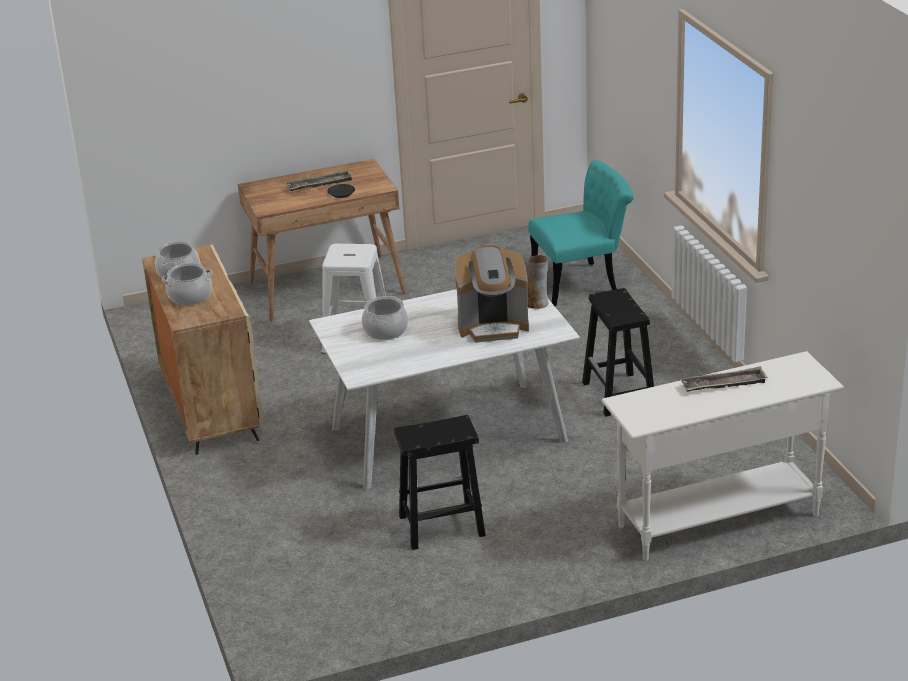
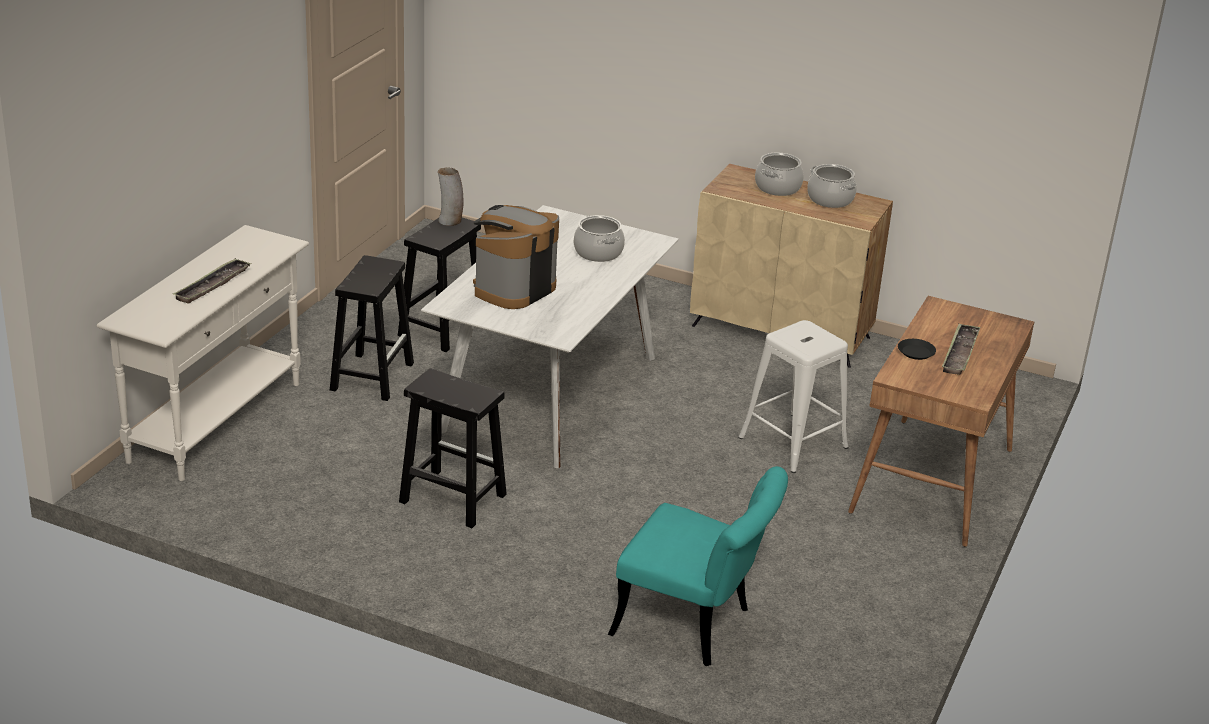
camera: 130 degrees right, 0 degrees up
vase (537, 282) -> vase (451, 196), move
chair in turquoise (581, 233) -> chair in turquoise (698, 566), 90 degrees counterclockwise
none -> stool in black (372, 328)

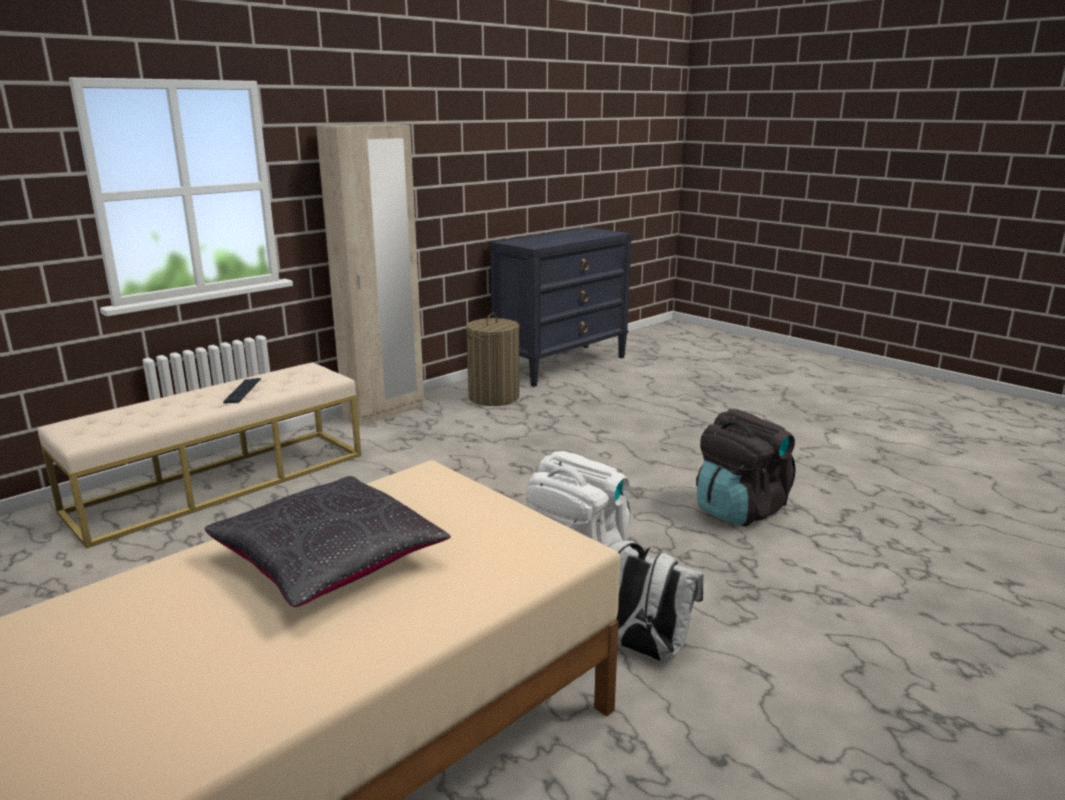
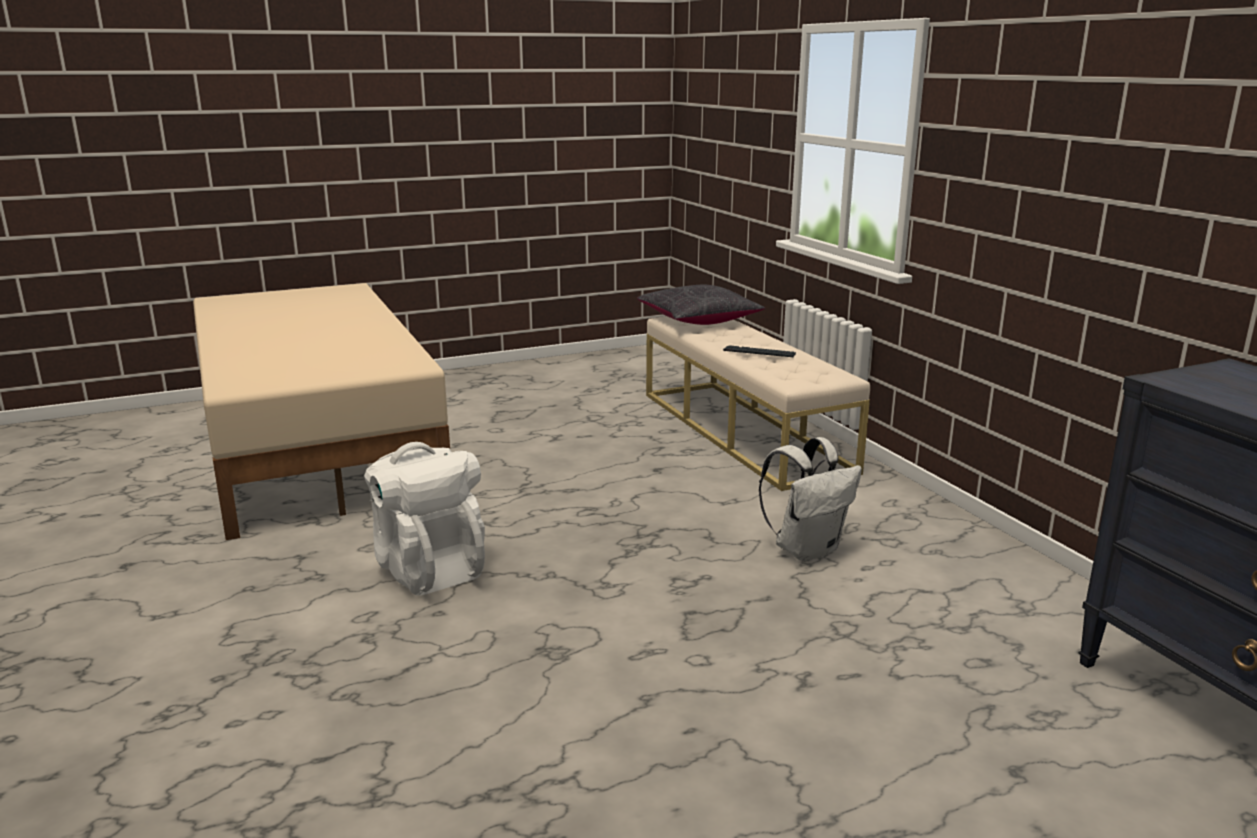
camera: 110 degrees right, 0 degrees up
pillow in black (328, 541) -> pillow in black (701, 305), move
wardrobe in beige (370, 275) -> none
laundry basket (492, 359) -> none
backpack in white (656, 601) -> backpack in white (810, 499), move
backpack in black (746, 467) -> none

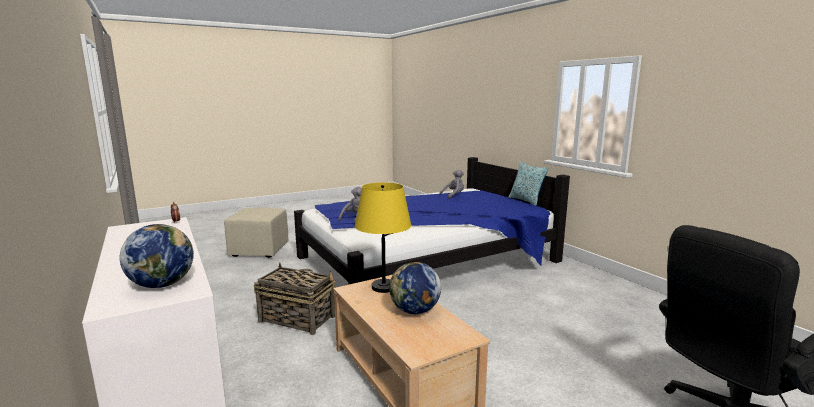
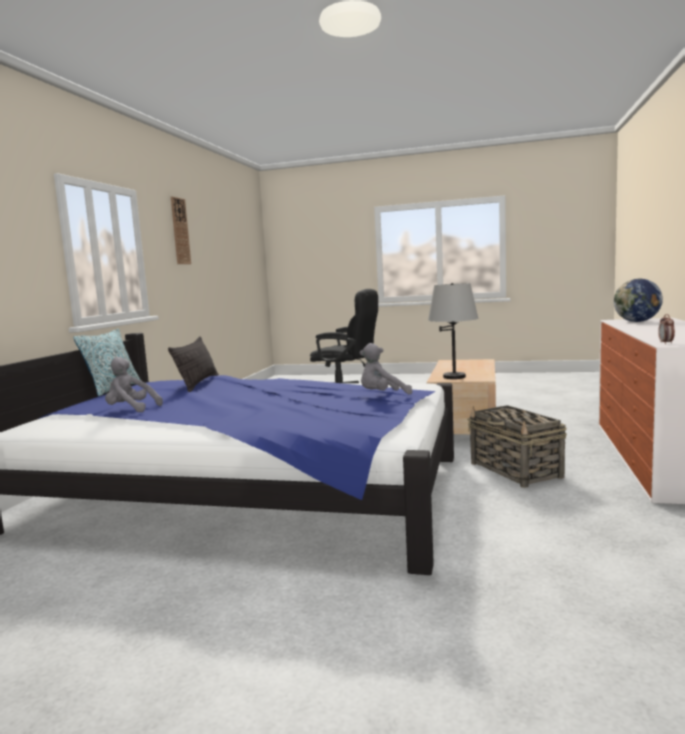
camera: 135 degrees left, 5 degrees down
ottoman in beige (256, 233) -> none
table lamp in yellow (383, 237) -> table lamp in grey (453, 331)
globe (415, 288) -> none
none -> pillow (193, 364)
none -> wall clock (181, 230)

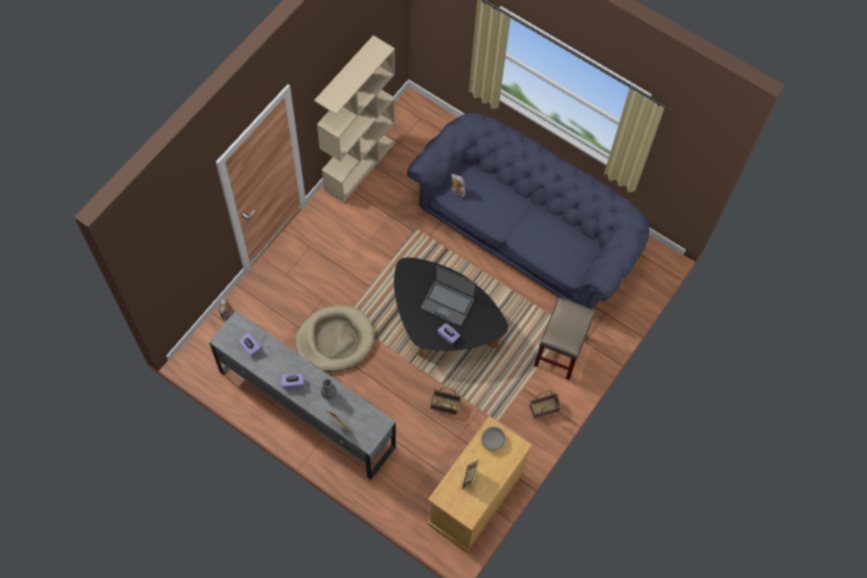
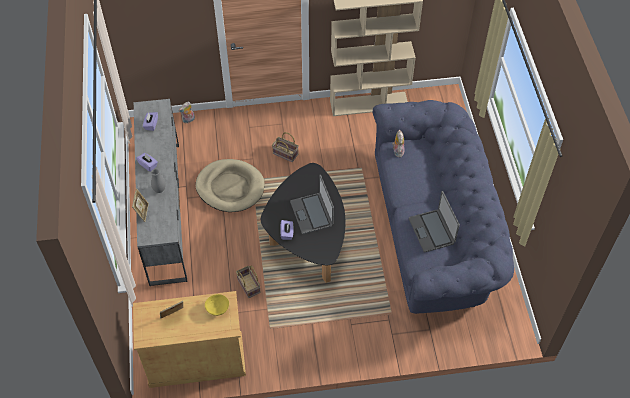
camera: 50 degrees right, 10 degrees down
bowl in grey (493, 439) -> bowl in yellow (217, 305)
basket (545, 404) -> basket (285, 147), move
stool in beige (564, 338) -> none
none -> laptop (434, 221)

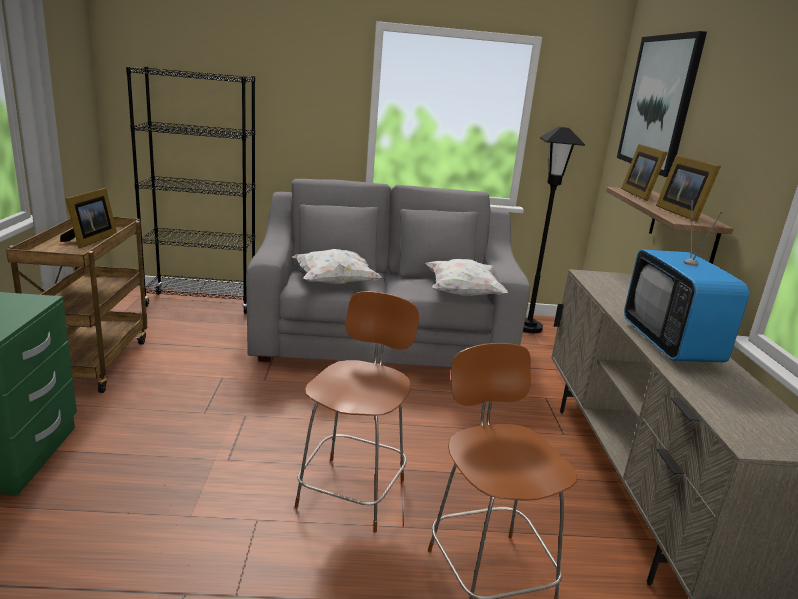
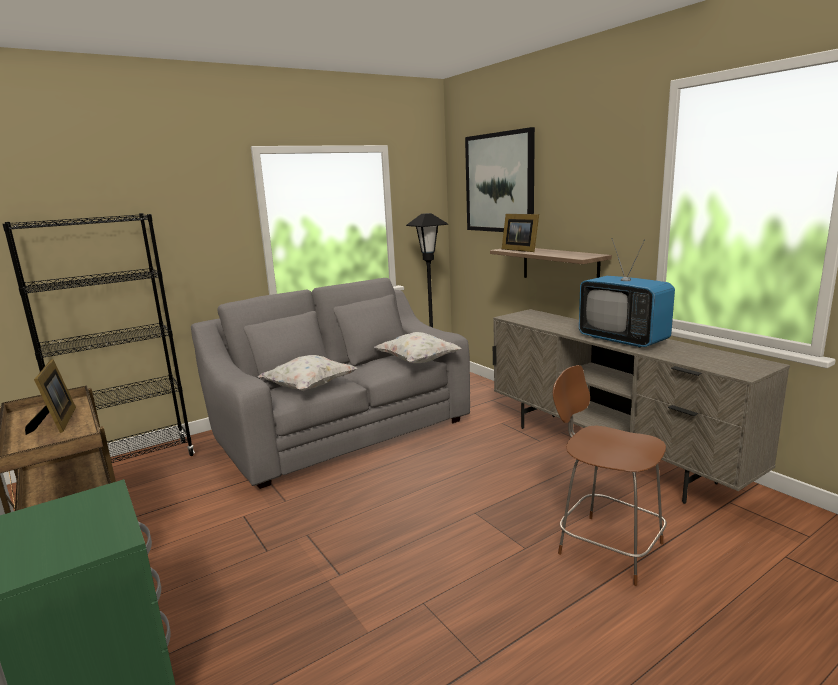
camera: 30 degrees left, 5 degrees down
stool in brown (357, 412) -> none
picture frame (688, 188) -> none

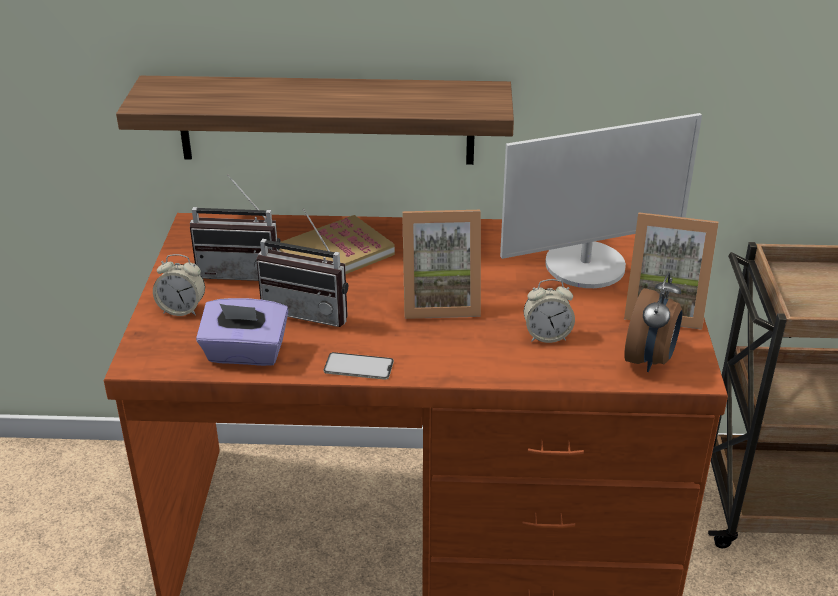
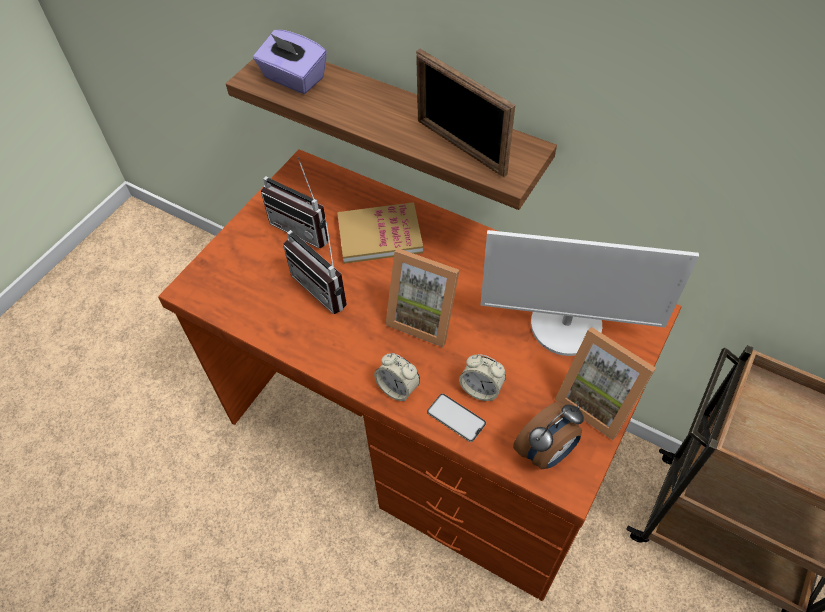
camera: 30 degrees right, 20 degrees up
alarm clock (179, 285) -> alarm clock (397, 377), move
tissue box in purple (242, 332) -> tissue box in purple (290, 62), move
phone (359, 366) -> phone (456, 418), move
none -> picture frame (465, 113)

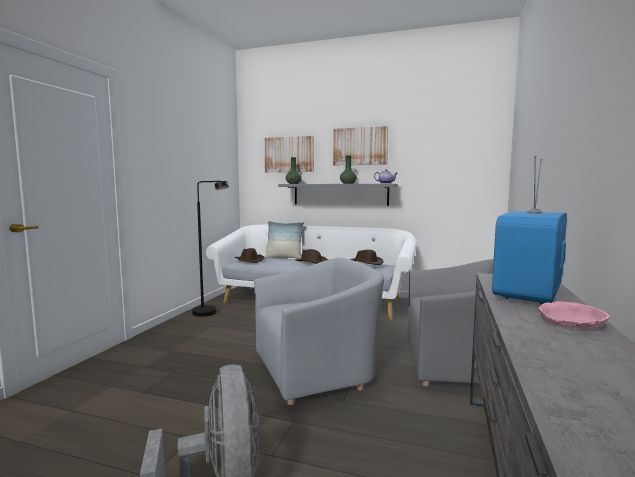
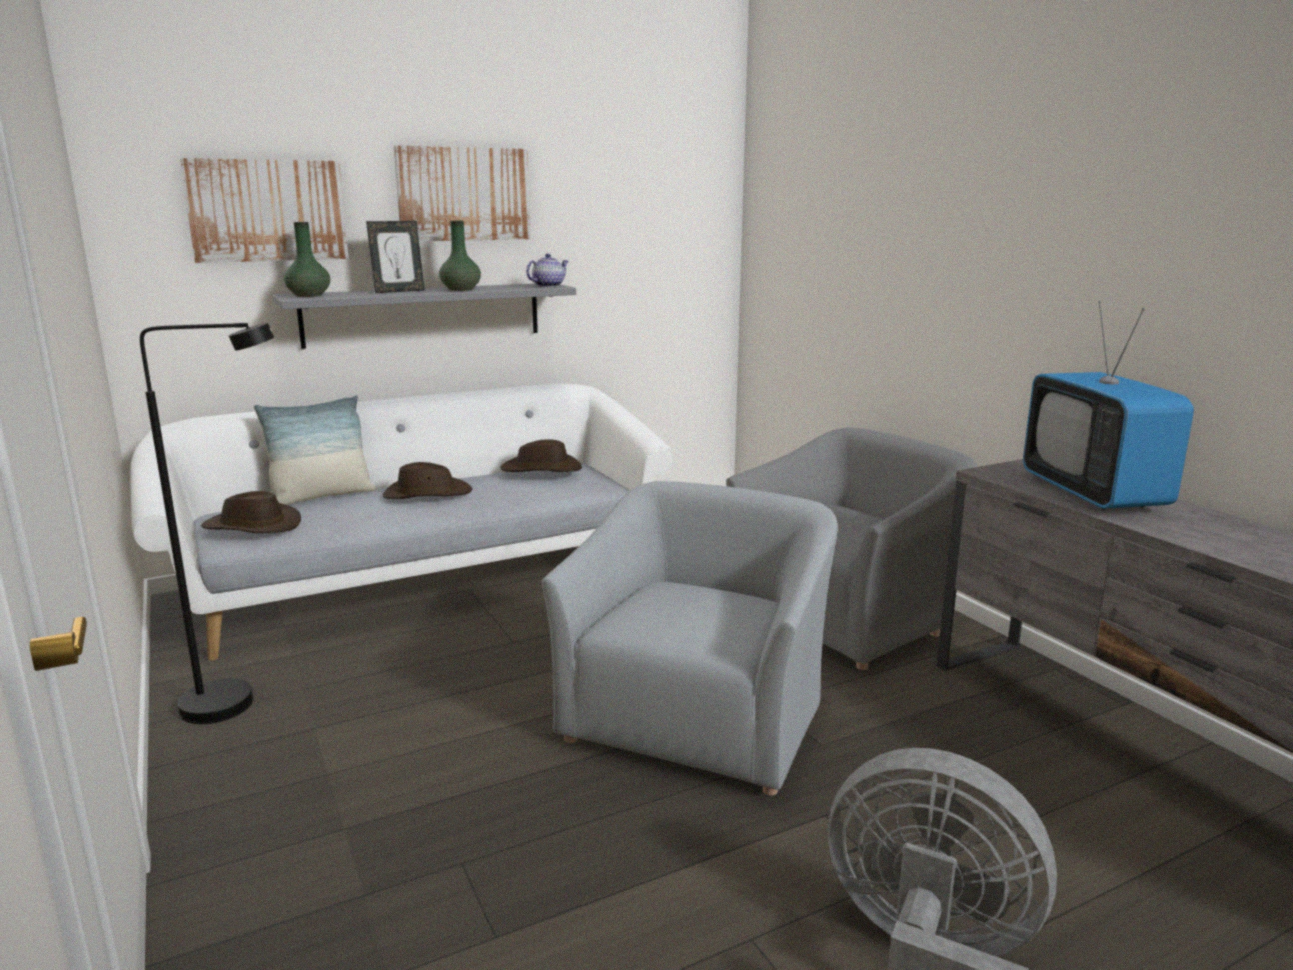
camera: 45 degrees left, 10 degrees up
bowl in pink (574, 315) -> none
none -> picture frame (395, 257)

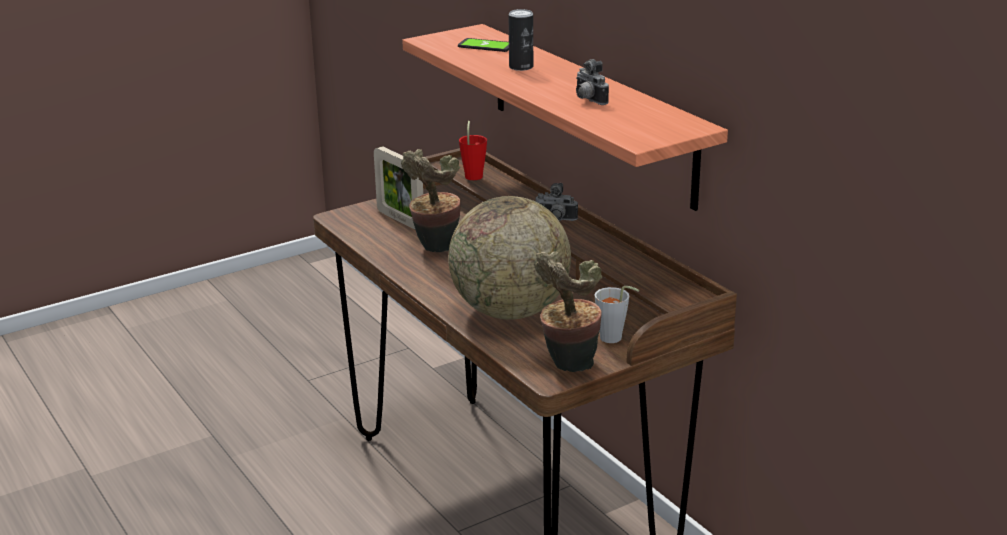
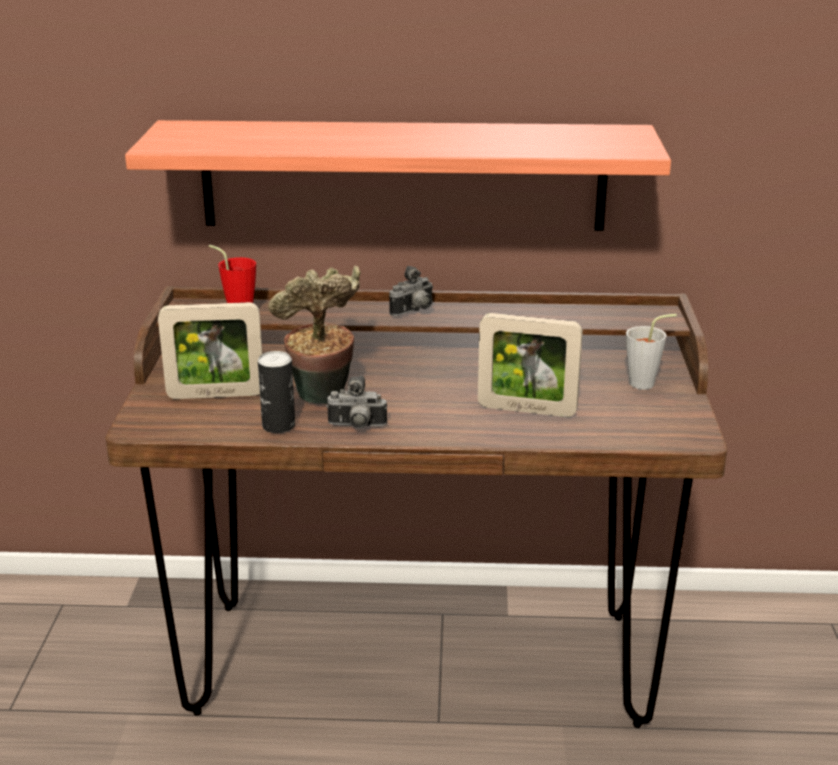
camera: 55 degrees left, 0 degrees up
globe (509, 258) -> picture frame (530, 365)
phone (483, 45) -> none
can (521, 40) -> can (276, 392), move
potted plant (568, 311) -> none
photo camera (592, 82) -> photo camera (356, 402), move

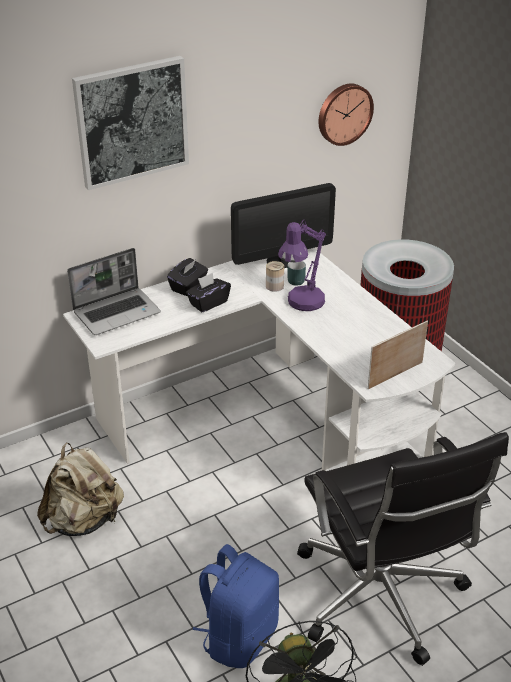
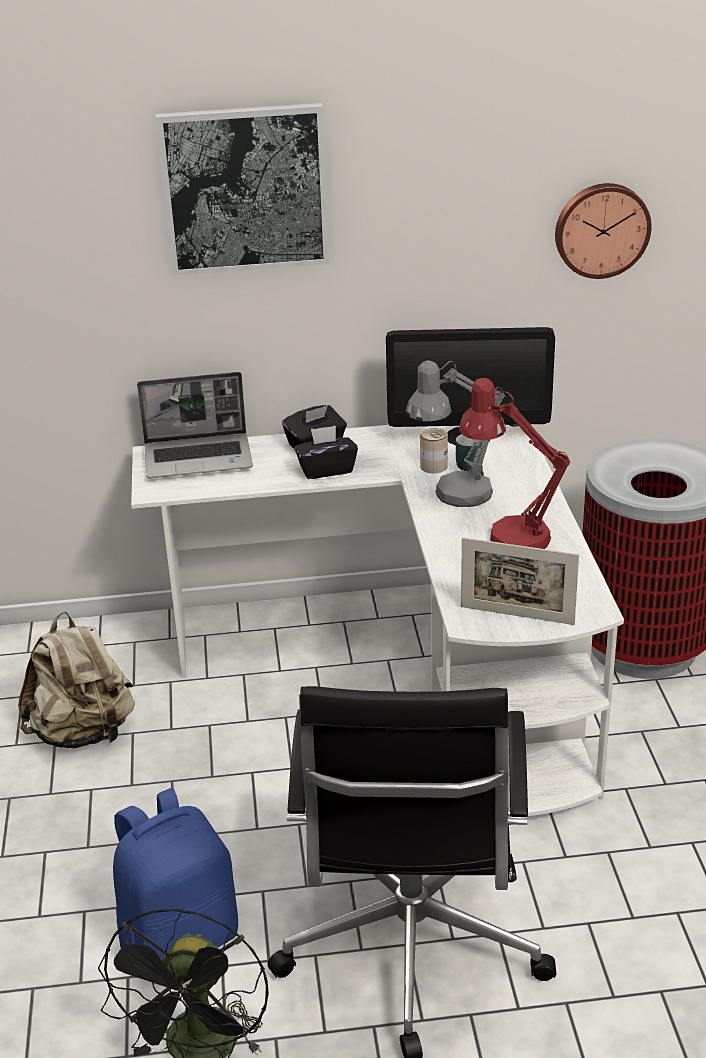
camera: 25 degrees right, 5 degrees down
table lamp in purple (302, 265) -> table lamp in grey (455, 433)
picture frame (398, 354) -> picture frame (520, 581), 150 degrees counterclockwise
none -> table lamp in red (514, 463)

